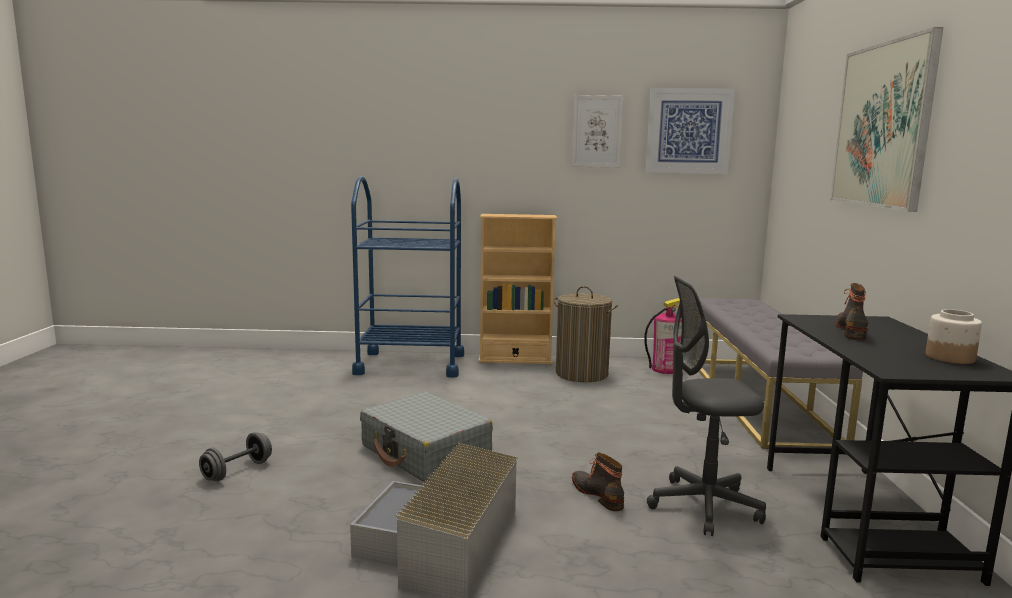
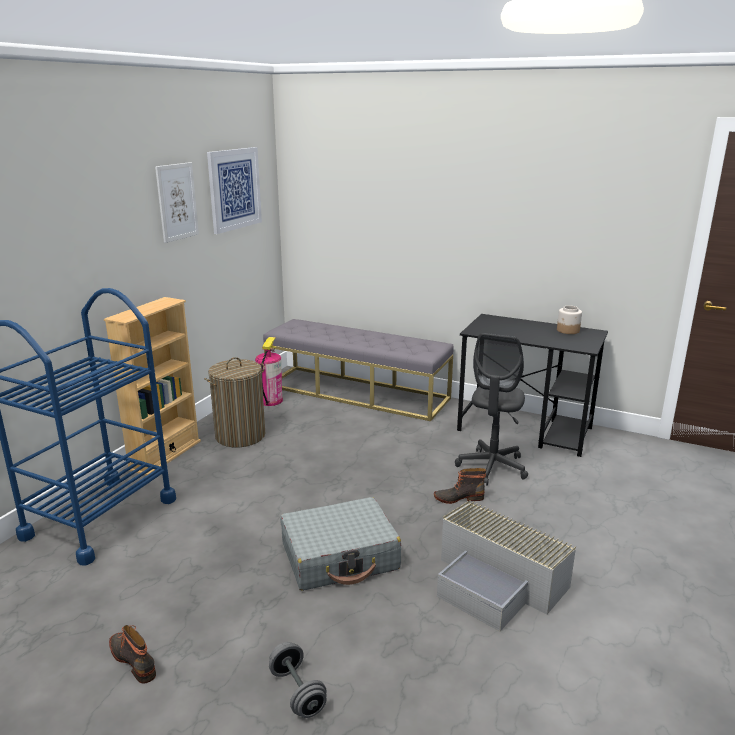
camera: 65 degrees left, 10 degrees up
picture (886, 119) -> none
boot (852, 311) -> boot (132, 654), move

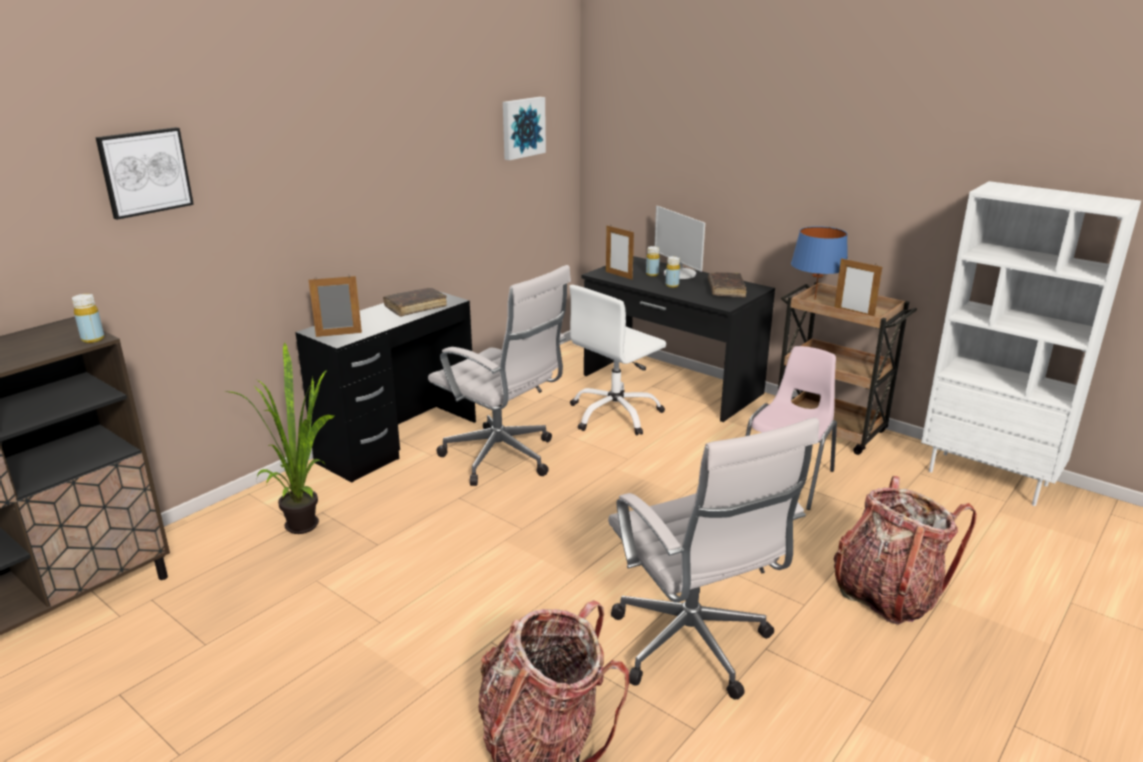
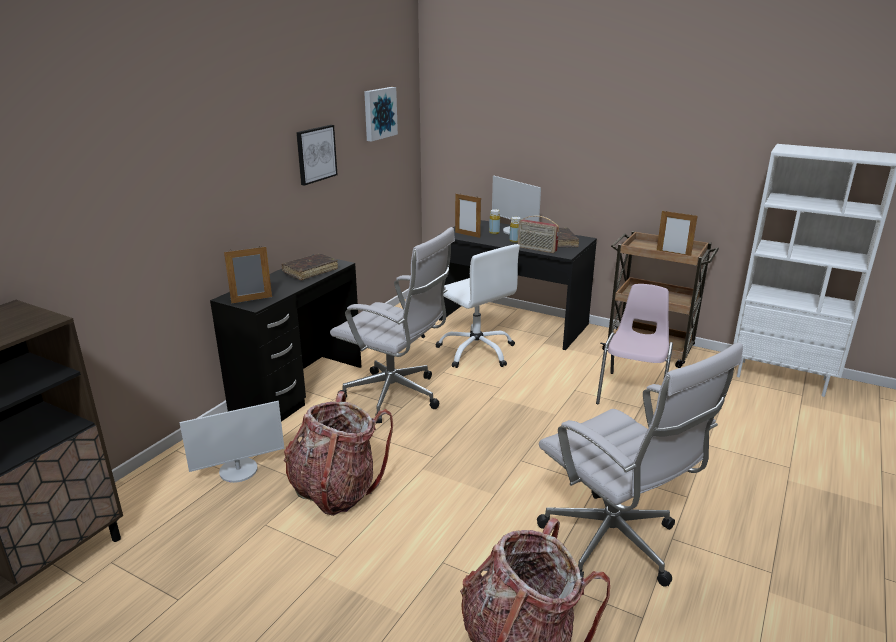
camera: 10 degrees left, 0 degrees up
bottle in yellow (88, 318) -> none
picture (144, 173) -> picture (316, 155), move
potted plant (279, 438) -> monitor (232, 442)
office chair in white (617, 360) -> office chair in white (478, 306), 75 degrees counterclockwise
table lamp in blue (819, 262) -> none
backpack (905, 550) -> backpack (338, 453), move
none -> radio (538, 234)

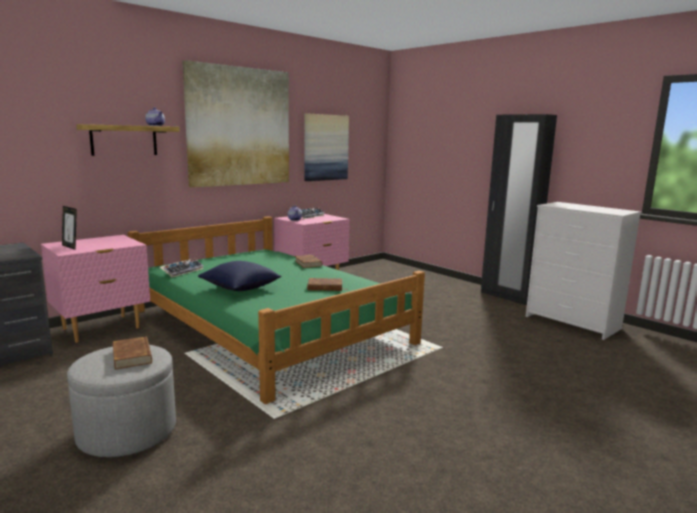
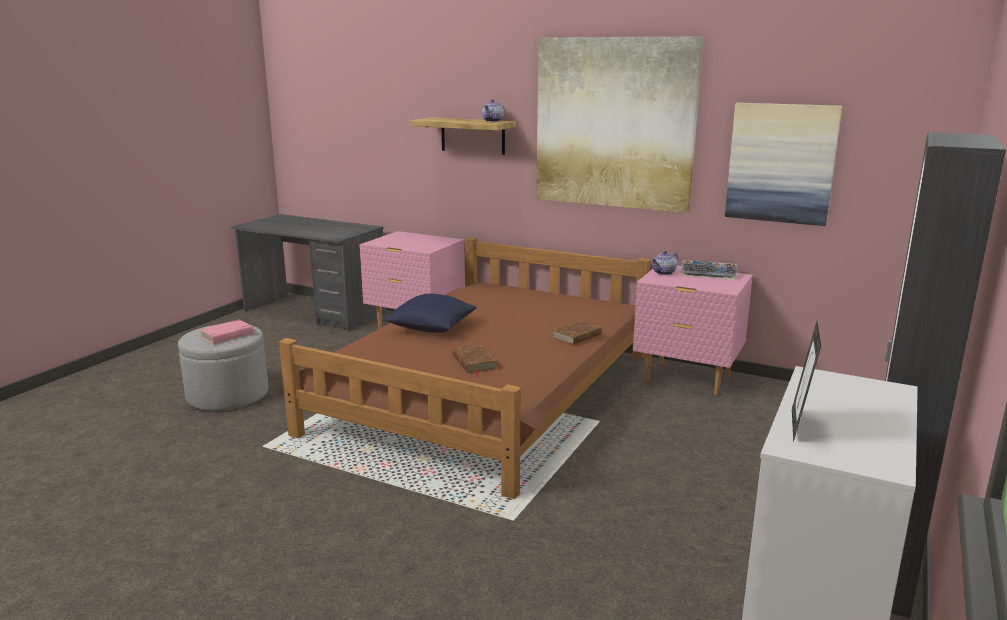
camera: 70 degrees right, 5 degrees up
picture frame (69, 228) -> picture frame (806, 381), move
book in brown (132, 352) -> book in pink (228, 332)
bed in green (276, 310) -> bed in brown (465, 368)
keyboard (182, 268) -> none

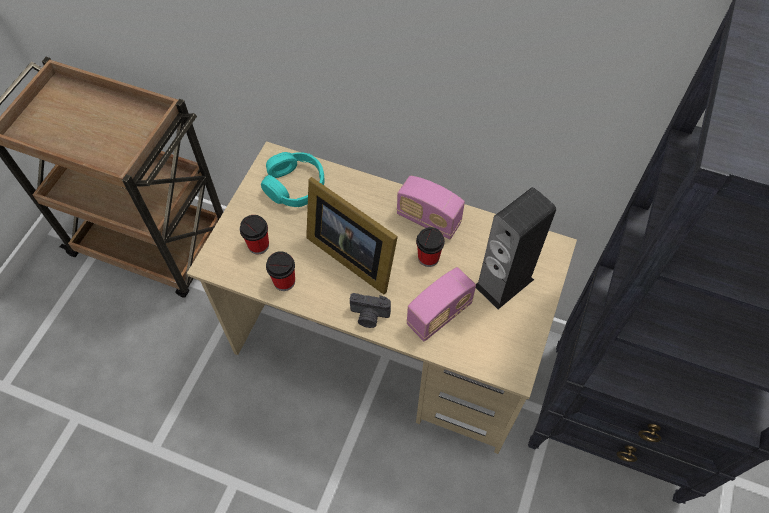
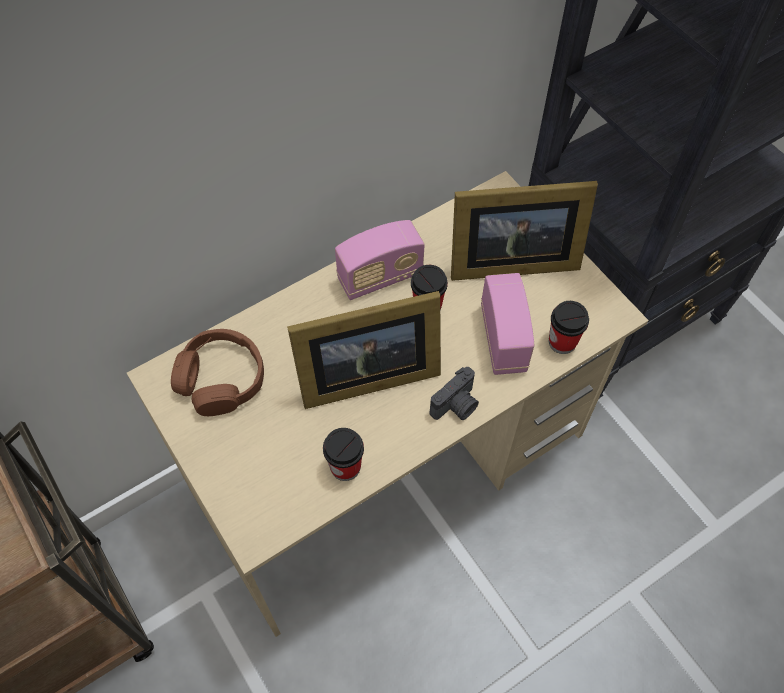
camera: 55 degrees left, 0 degrees up
cup (254, 234) -> cup (569, 327), move
headphones in turquoise (292, 179) -> headphones in brown (217, 372)
speaker (516, 248) -> picture frame (524, 231)

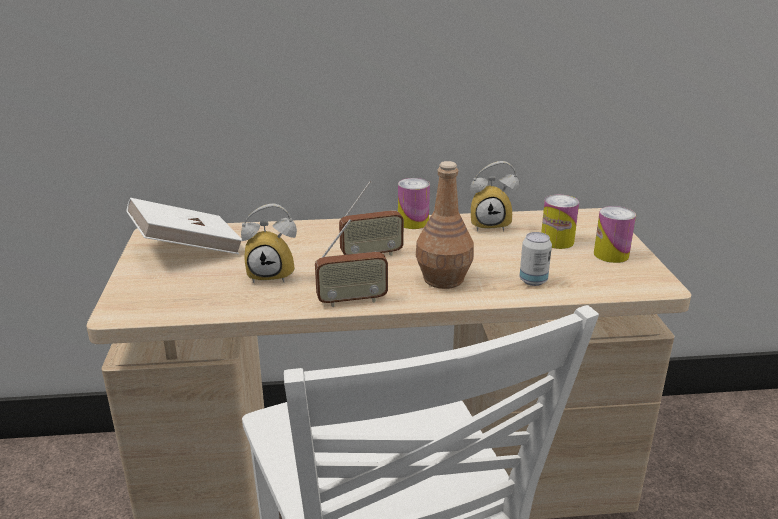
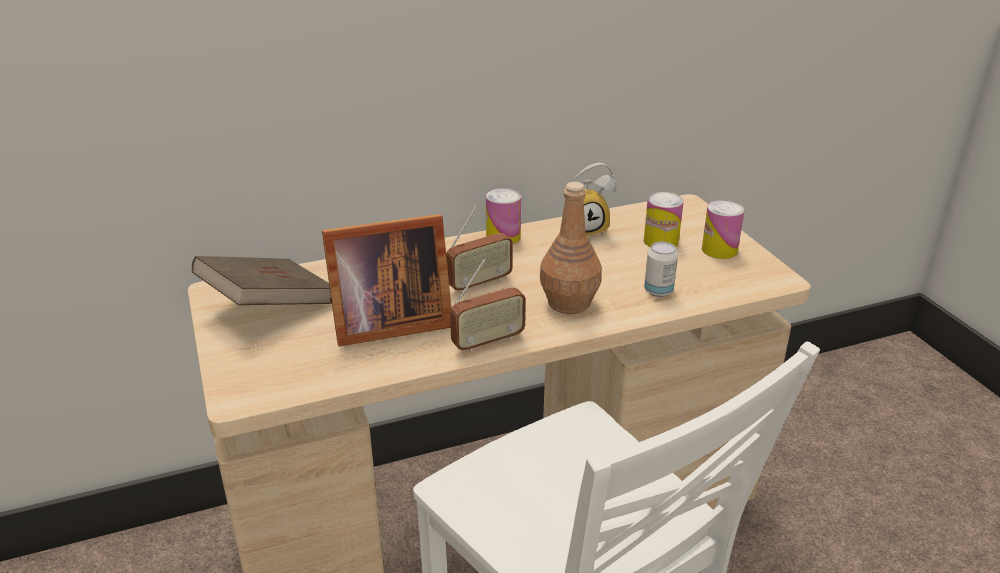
camera: 15 degrees left, 5 degrees up
book in white (184, 226) -> book in brown (262, 280)
alarm clock (269, 243) -> picture frame (386, 280)

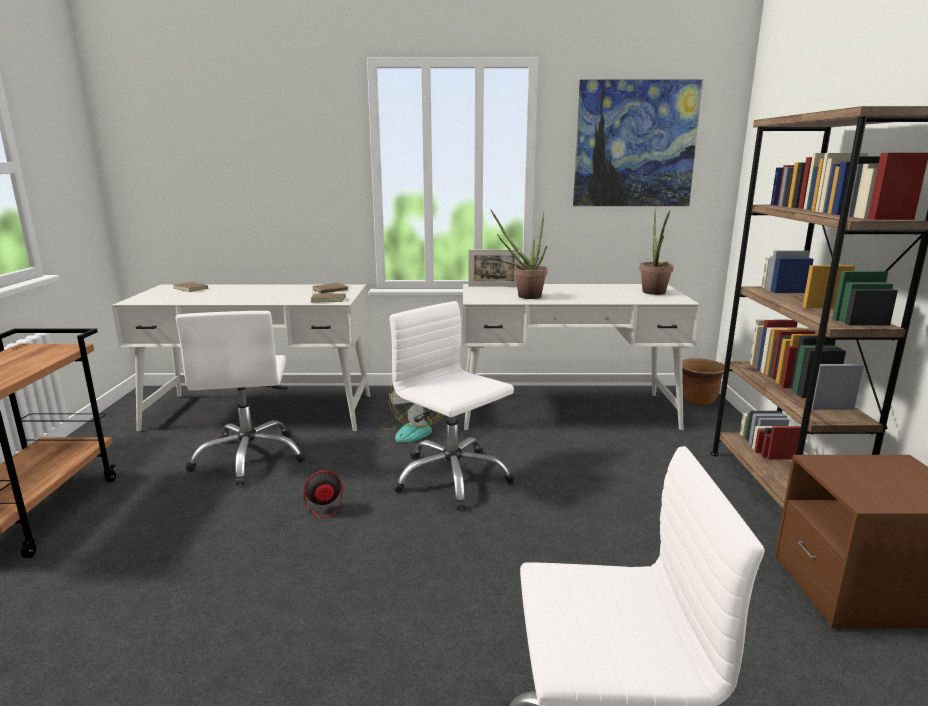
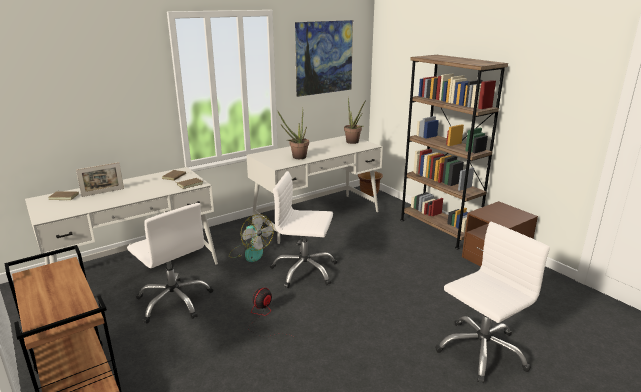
camera: 35 degrees left, 5 degrees up
picture frame (494, 268) -> picture frame (100, 179), move

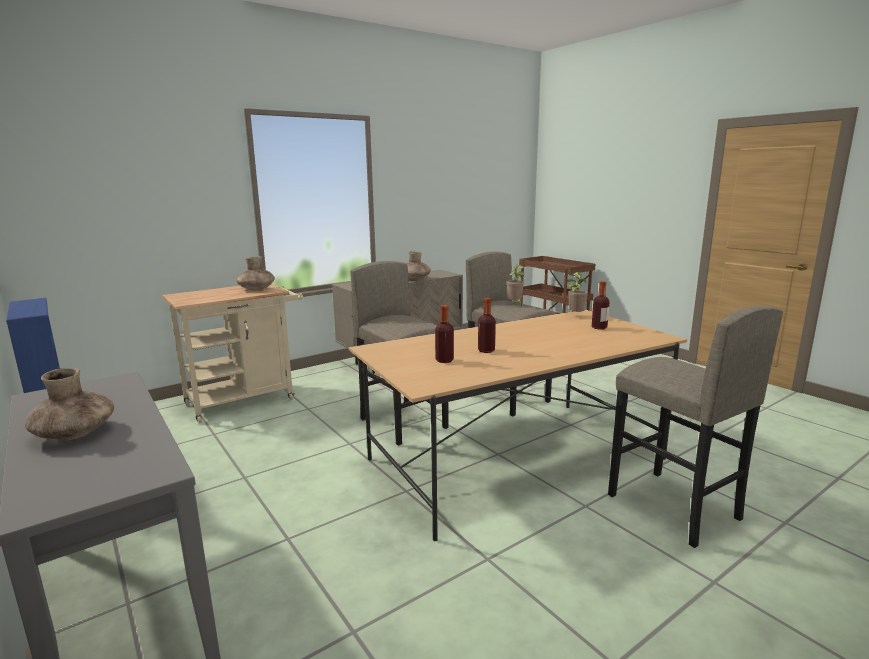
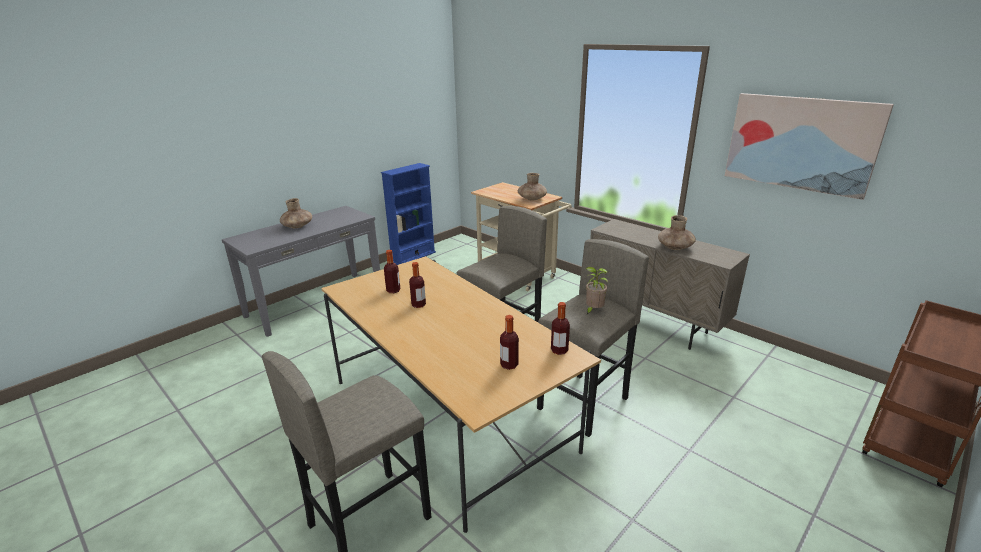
camera: 80 degrees right, 10 degrees up
potted plant (577, 292) -> bottle (560, 328)
none -> picture (809, 146)

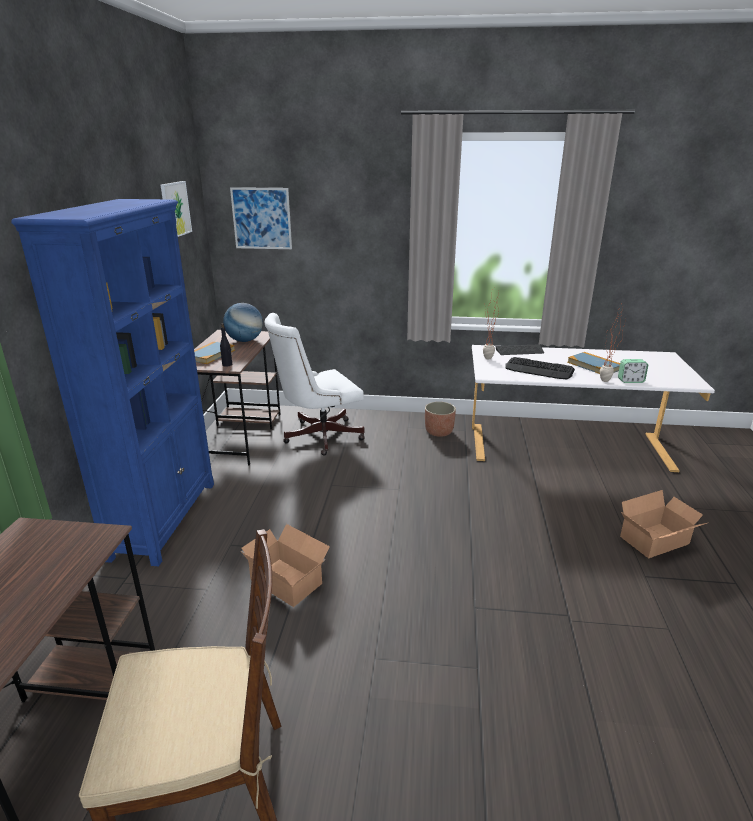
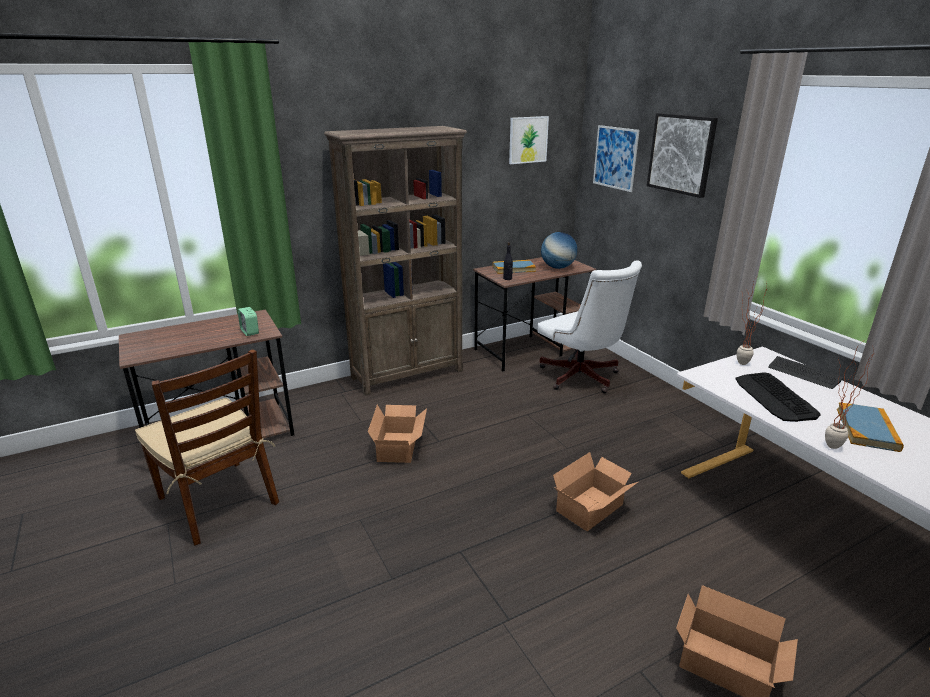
camera: 55 degrees right, 0 degrees up
bookcase in blue (113, 382) -> bookcase in brown (395, 261)
office chair in white (314, 384) -> office chair in white (589, 327), 150 degrees counterclockwise
planter (440, 419) -> none
alarm clock (633, 371) -> alarm clock (248, 321), move
none -> cardboard box (595, 491)
none -> picture (682, 155)

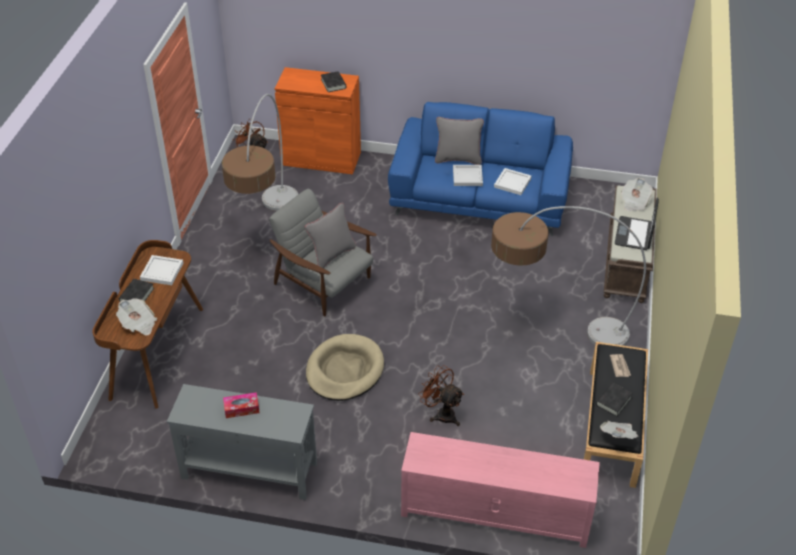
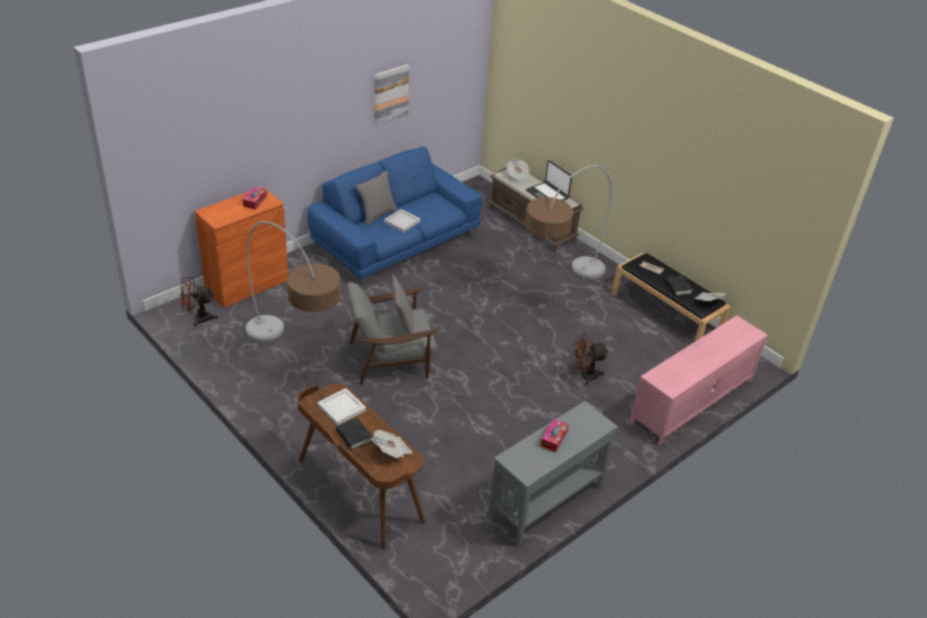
camera: 55 degrees left, 5 degrees down
dog bed in beige (345, 367) -> none
book in black (333, 81) -> tissue box (255, 198)
tray in white (513, 181) -> none
none -> picture (391, 95)

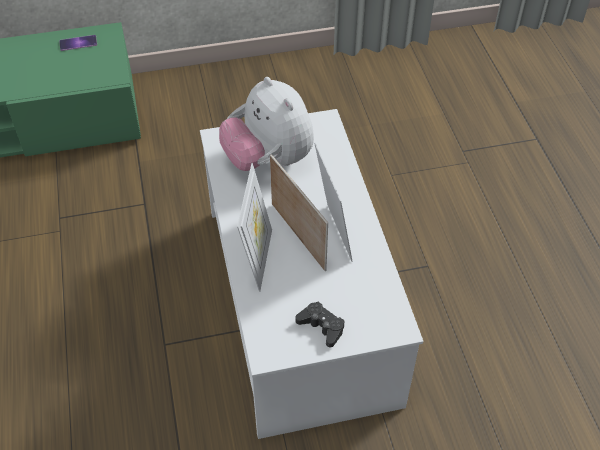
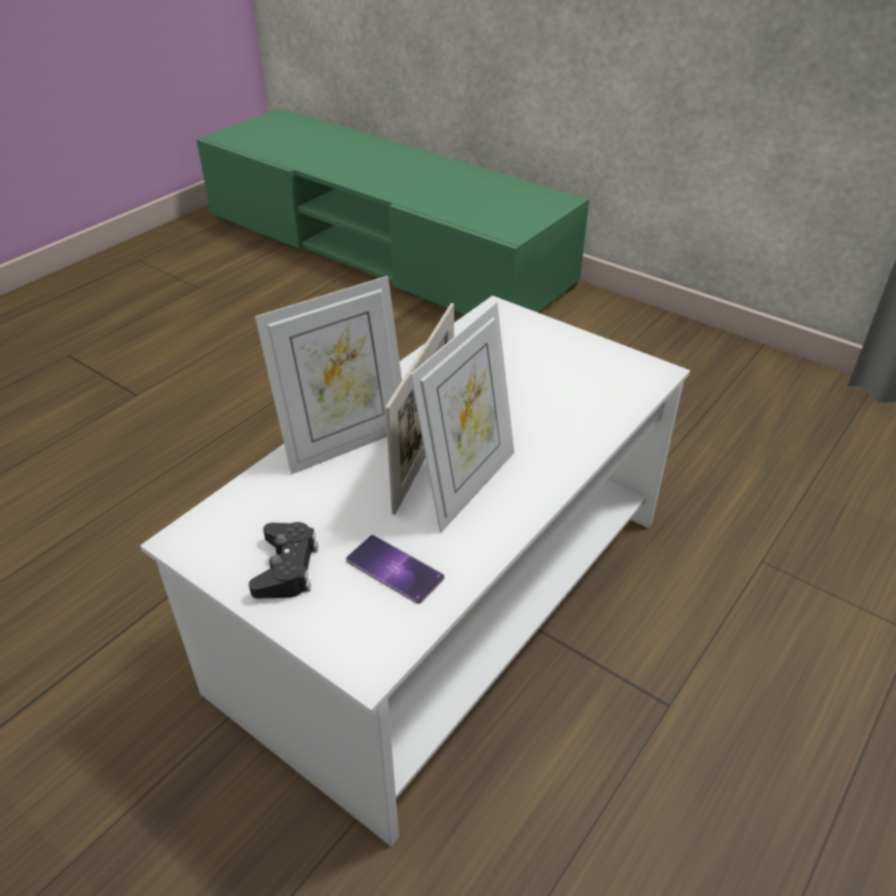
camera: 50 degrees right, 10 degrees down
phone (78, 43) -> phone (395, 569), move
plush toy (266, 124) -> none

